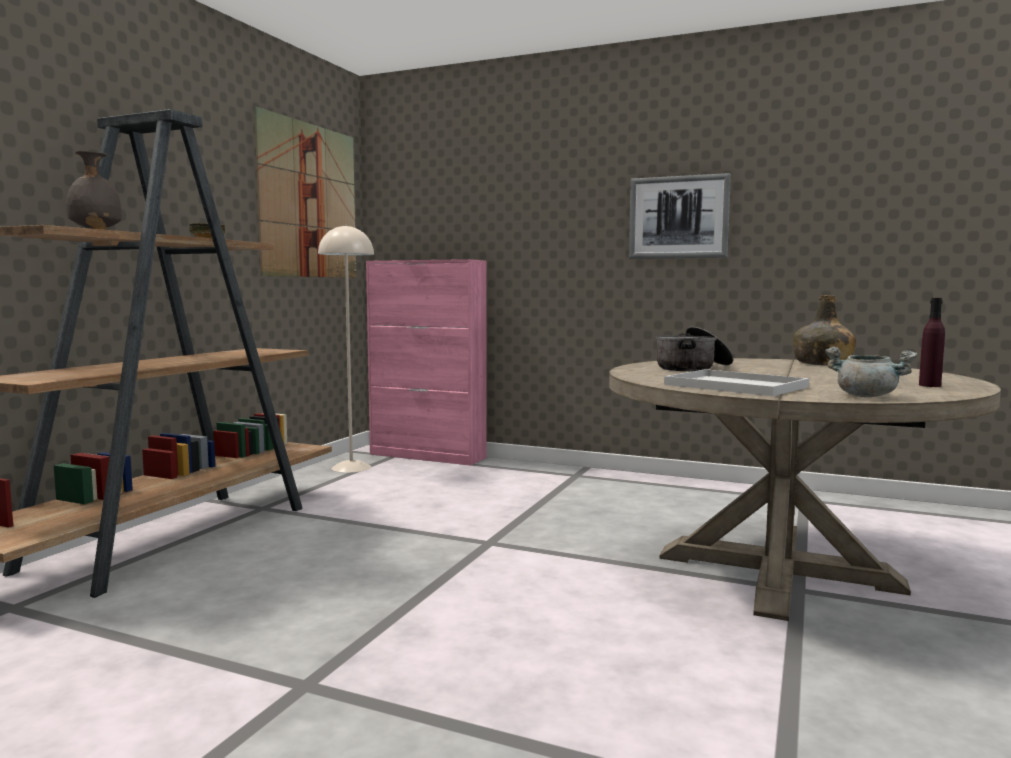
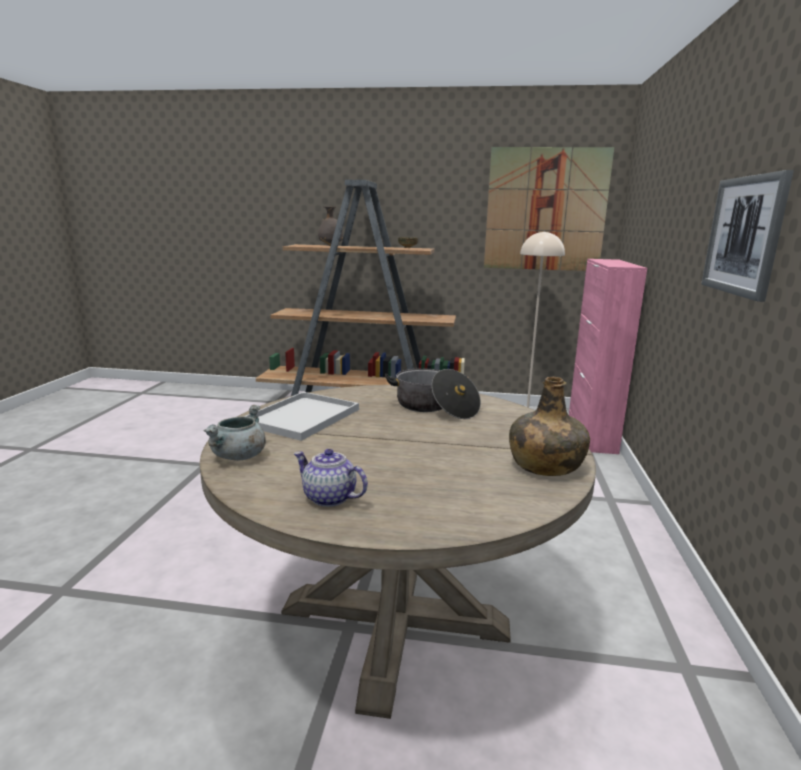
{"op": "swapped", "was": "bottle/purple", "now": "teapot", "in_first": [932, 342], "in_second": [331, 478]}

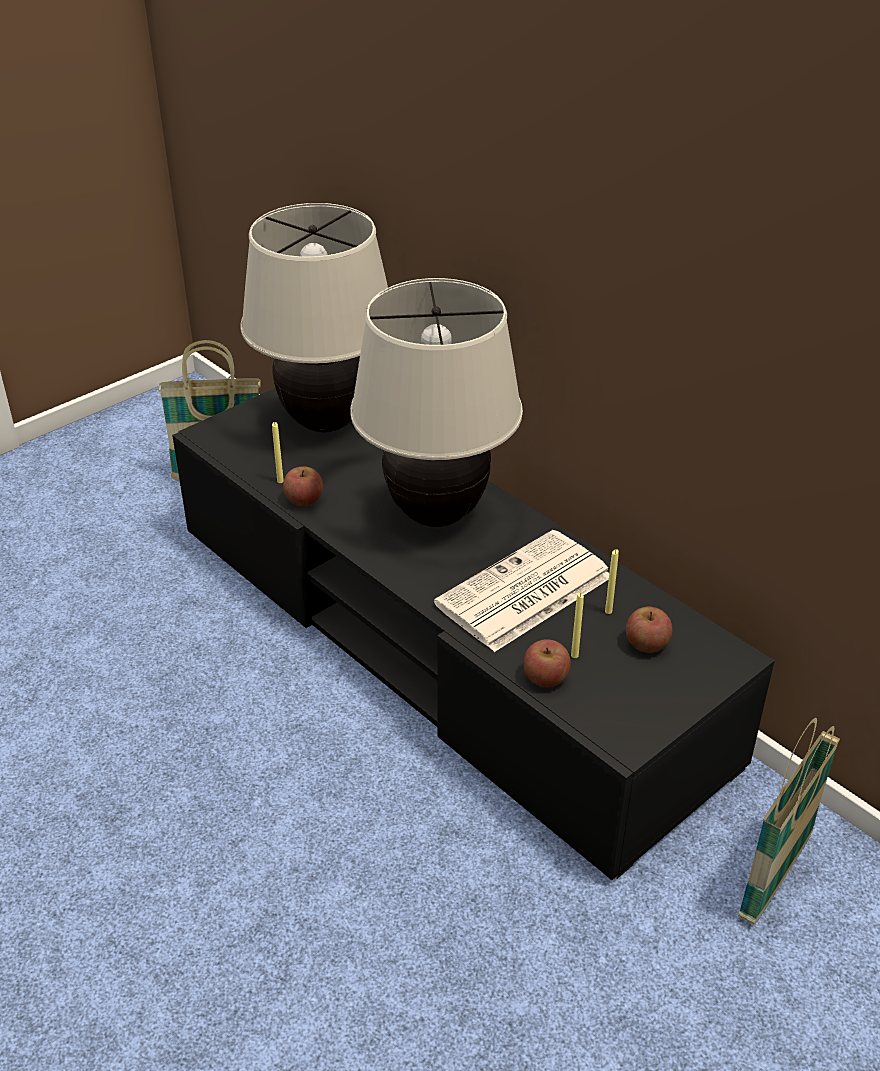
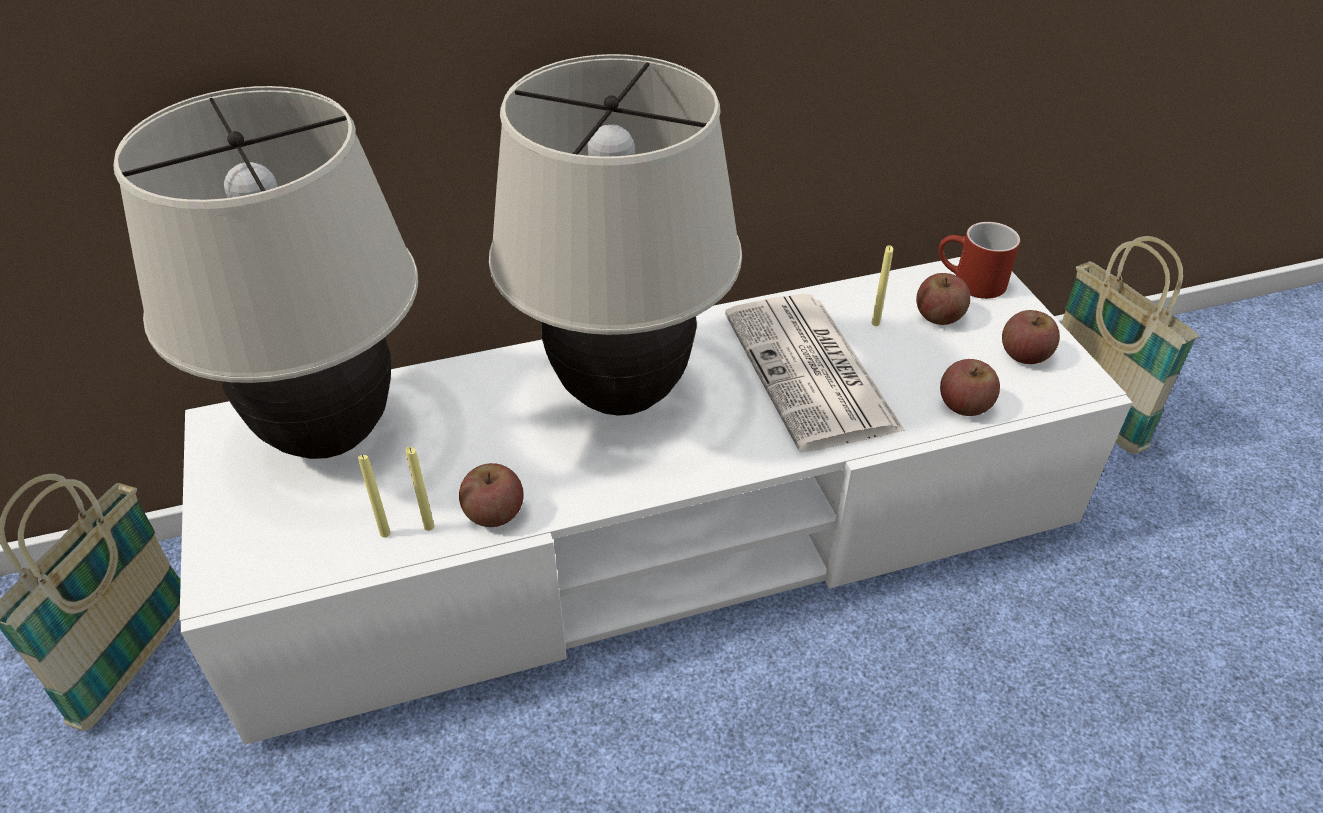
{"op": "repainted", "was": "tv stand/black", "now": "tv stand/white", "in_first": [473, 634], "in_second": [656, 501]}
{"op": "shifted", "was": "candle/yellow", "in_first": [577, 625], "in_second": [374, 495]}
{"op": "new", "now": "mug/red", "in_second": [979, 260]}
{"op": "new", "now": "apple", "in_second": [1031, 337]}

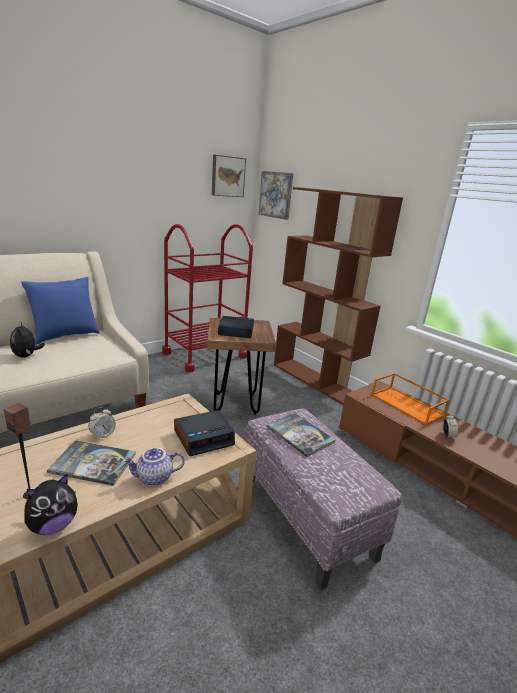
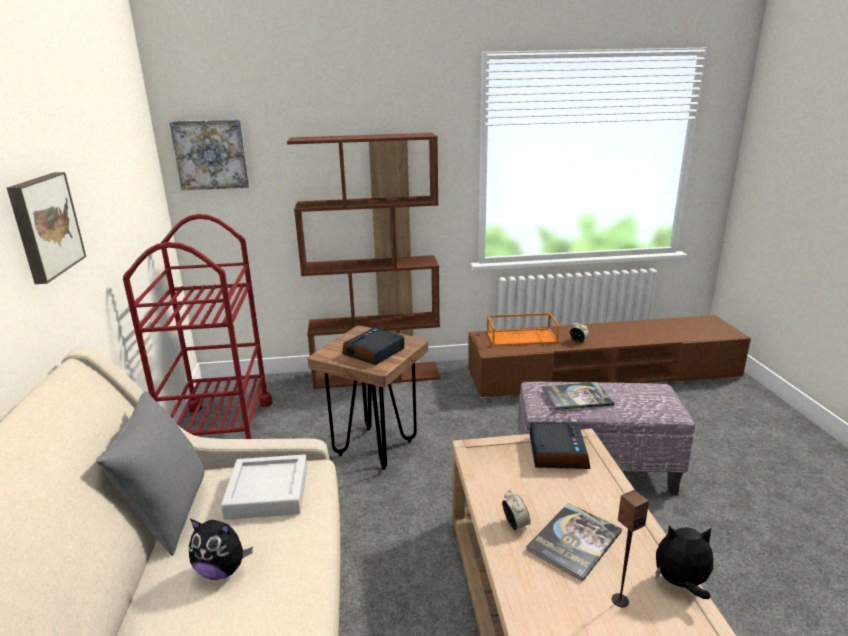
{"op": "shifted", "was": "picture", "in_first": [229, 176], "in_second": [46, 228]}
{"op": "repainted", "was": "pillow/blue", "now": "pillow/grey", "in_first": [60, 310], "in_second": [150, 473]}
{"op": "new", "now": "tray/grey", "in_second": [264, 487]}
{"op": "rotated", "was": "plush toy", "in_first": [51, 504], "in_second": [684, 562], "clockwise": -75}
{"op": "gone", "was": "teapot", "in_first": [154, 467]}

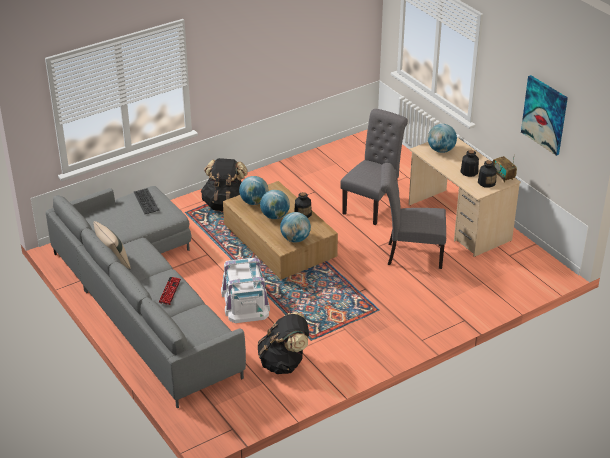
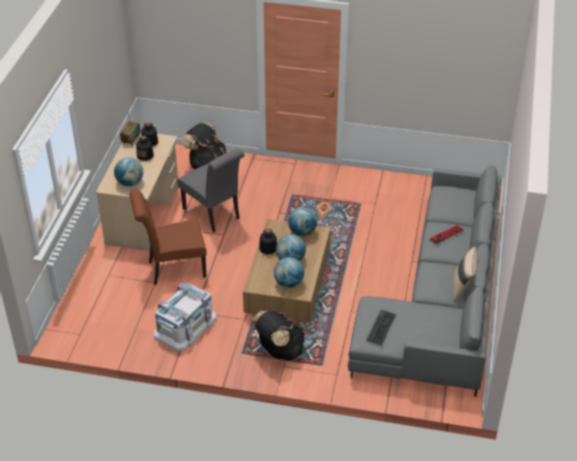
{"op": "repainted", "was": "chair/grey", "now": "chair/brown", "in_first": [374, 167], "in_second": [168, 237]}
{"op": "shifted", "was": "storage box/white", "in_first": [245, 290], "in_second": [185, 317]}
{"op": "shifted", "was": "backpack/black", "in_first": [283, 343], "in_second": [204, 145]}
{"op": "gone", "was": "picture", "in_first": [544, 115]}

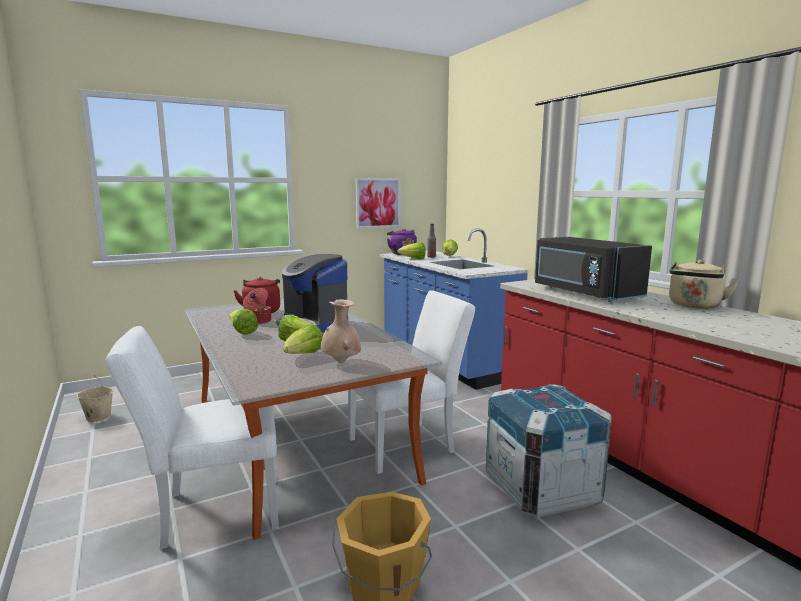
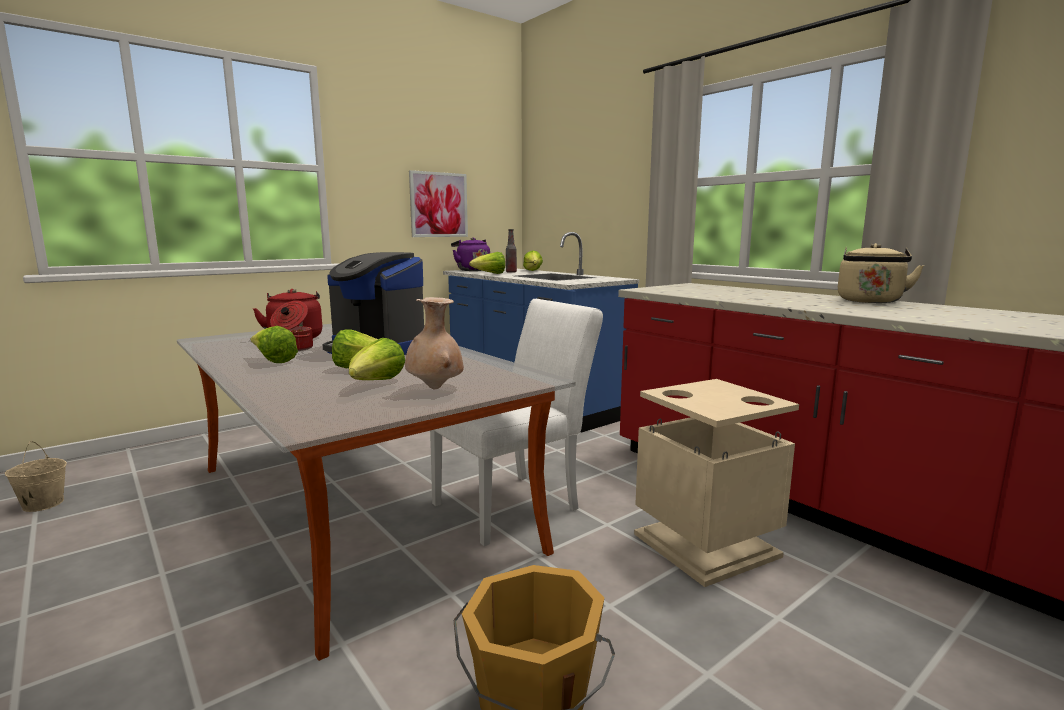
{"op": "swapped", "was": "crate", "now": "trash can/beige", "in_first": [549, 451], "in_second": [716, 483]}
{"op": "gone", "was": "chair/white", "in_first": [192, 437]}
{"op": "gone", "was": "microwave/black", "in_first": [593, 269]}

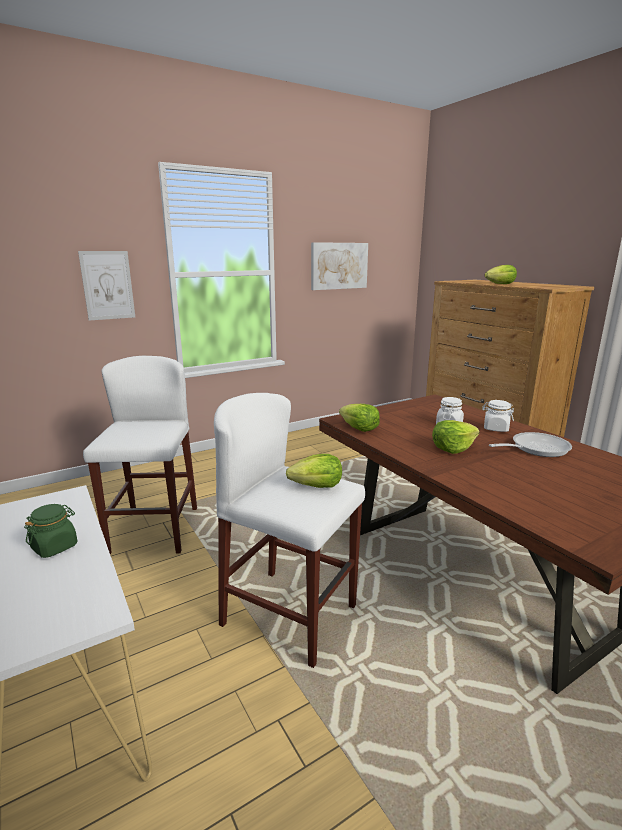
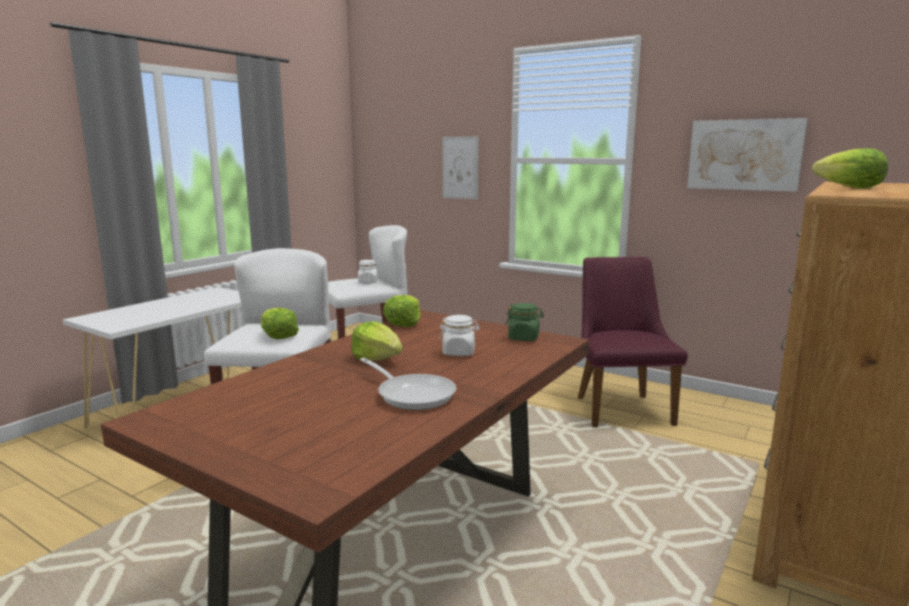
{"op": "shifted", "was": "jar/white", "in_first": [498, 416], "in_second": [368, 272]}
{"op": "shifted", "was": "jar/green", "in_first": [51, 531], "in_second": [524, 322]}
{"op": "new", "now": "chair/purple", "in_second": [633, 342]}

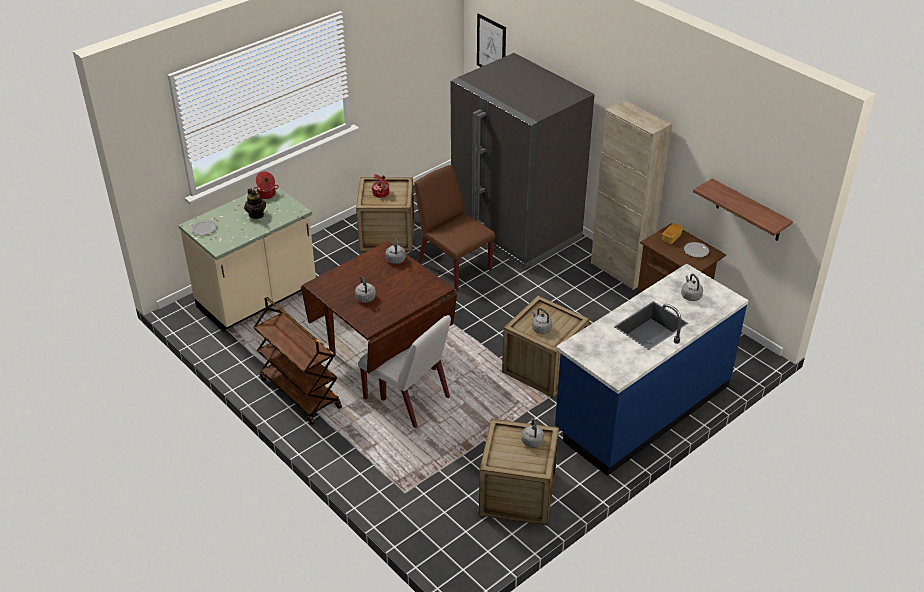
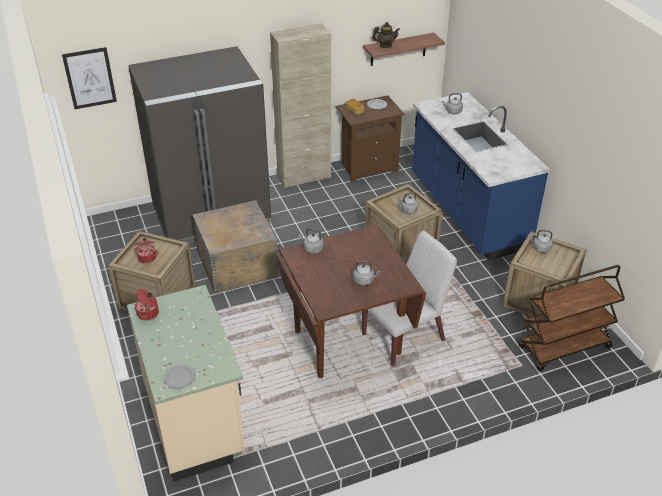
{"op": "swapped", "was": "chair/brown", "now": "crate", "in_first": [454, 227], "in_second": [236, 246]}
{"op": "shifted", "was": "teapot", "in_first": [255, 204], "in_second": [386, 35]}
{"op": "shifted", "was": "cart/brown", "in_first": [297, 361], "in_second": [571, 318]}

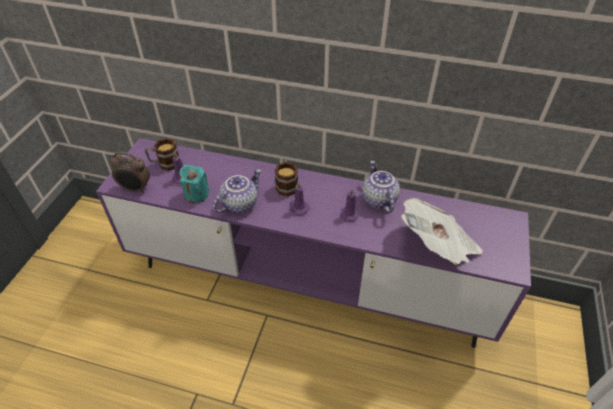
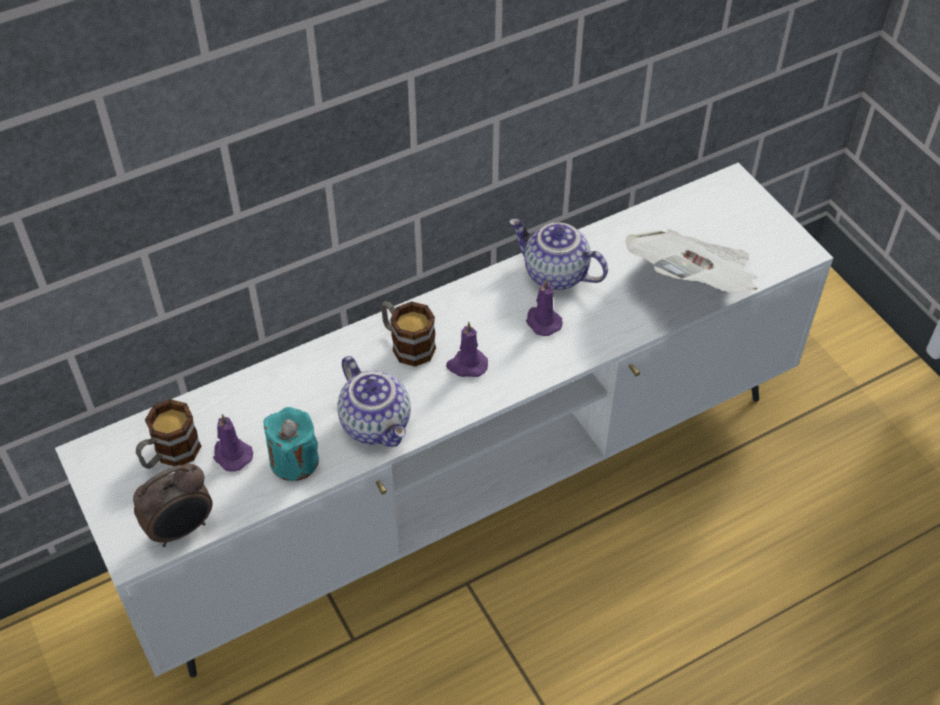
{"op": "repainted", "was": "tv stand/purple", "now": "tv stand/white", "in_first": [313, 243], "in_second": [444, 420]}
{"op": "rotated", "was": "teapot", "in_first": [237, 191], "in_second": [374, 401], "clockwise": 150}

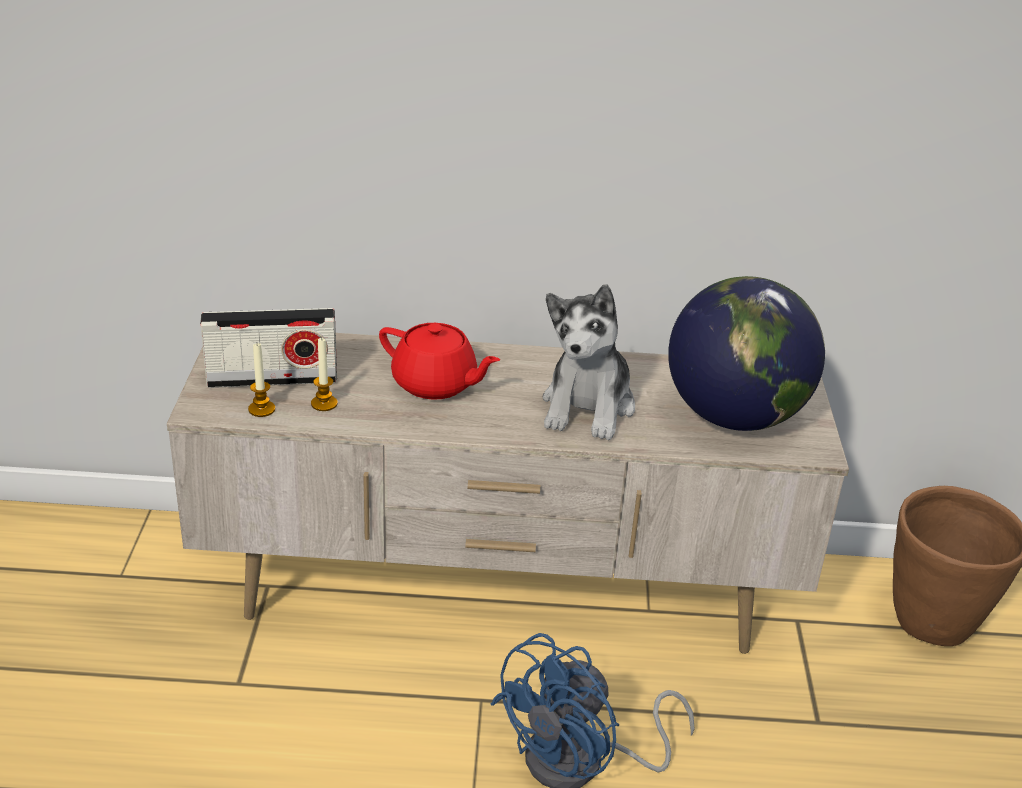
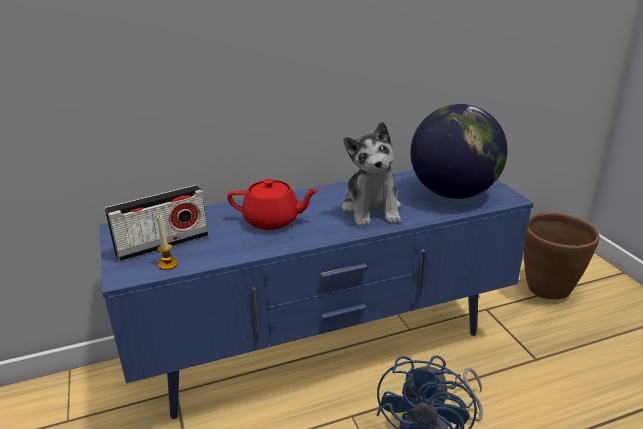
{"op": "repainted", "was": "tv stand/beige", "now": "tv stand/blue", "in_first": [508, 493], "in_second": [317, 294]}
{"op": "gone", "was": "candle", "in_first": [324, 374]}

